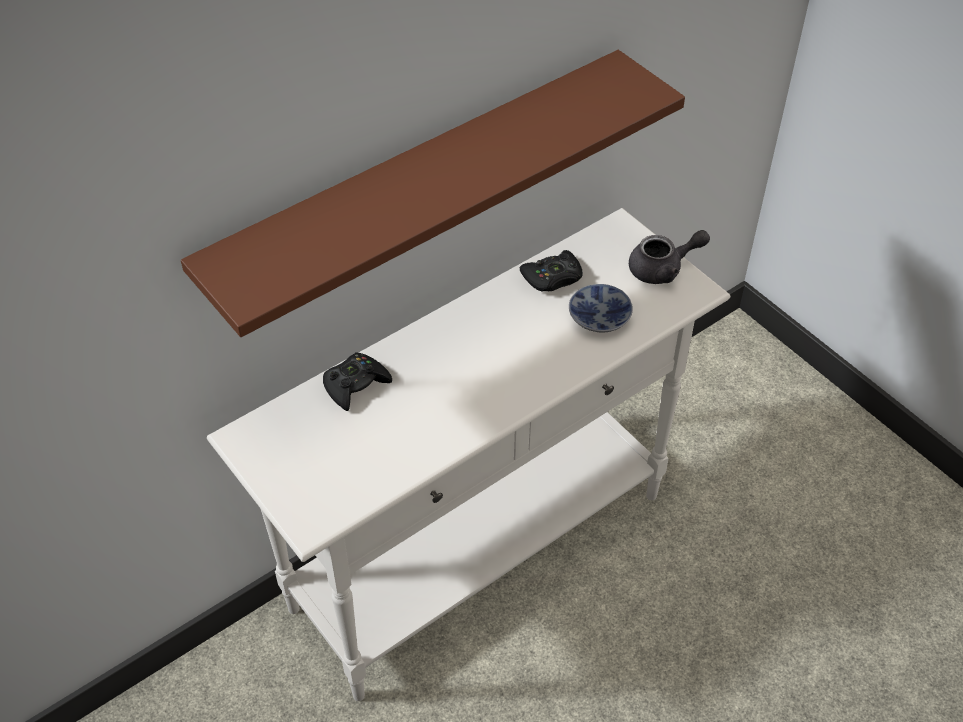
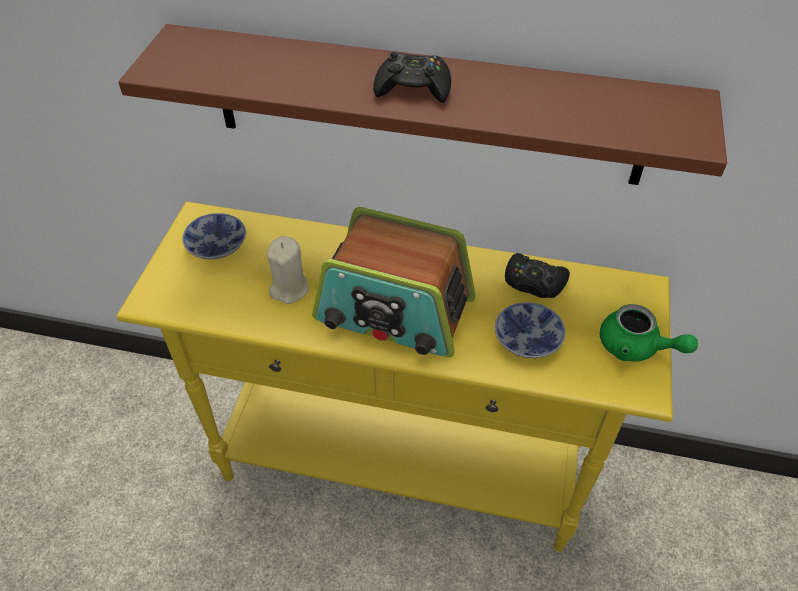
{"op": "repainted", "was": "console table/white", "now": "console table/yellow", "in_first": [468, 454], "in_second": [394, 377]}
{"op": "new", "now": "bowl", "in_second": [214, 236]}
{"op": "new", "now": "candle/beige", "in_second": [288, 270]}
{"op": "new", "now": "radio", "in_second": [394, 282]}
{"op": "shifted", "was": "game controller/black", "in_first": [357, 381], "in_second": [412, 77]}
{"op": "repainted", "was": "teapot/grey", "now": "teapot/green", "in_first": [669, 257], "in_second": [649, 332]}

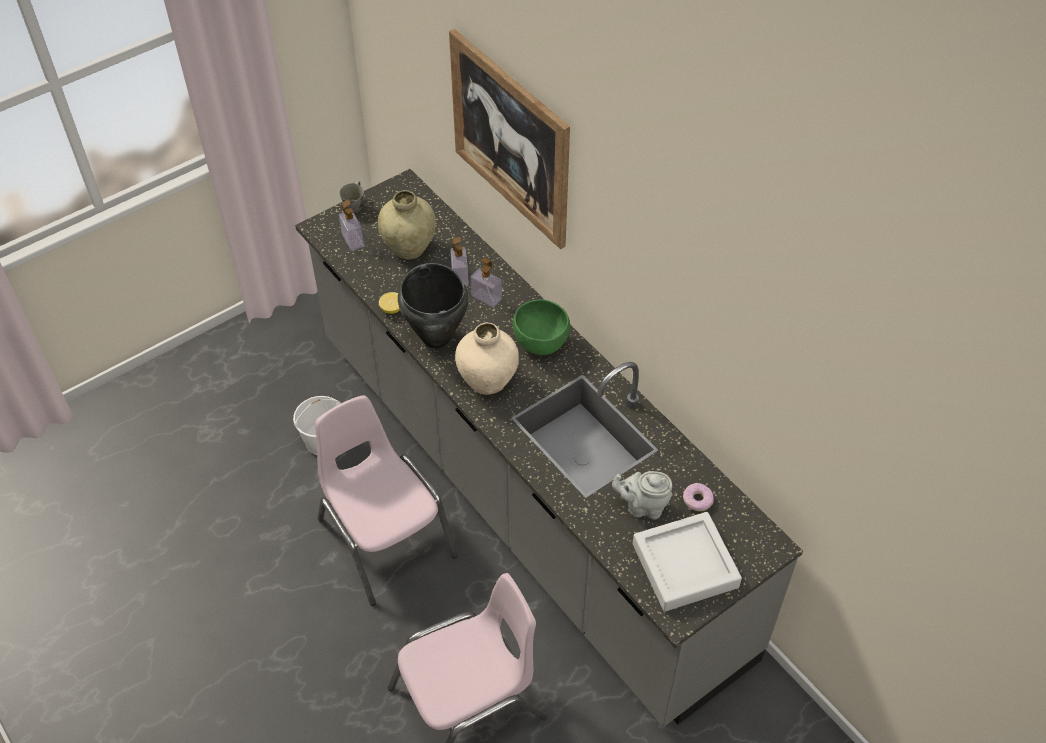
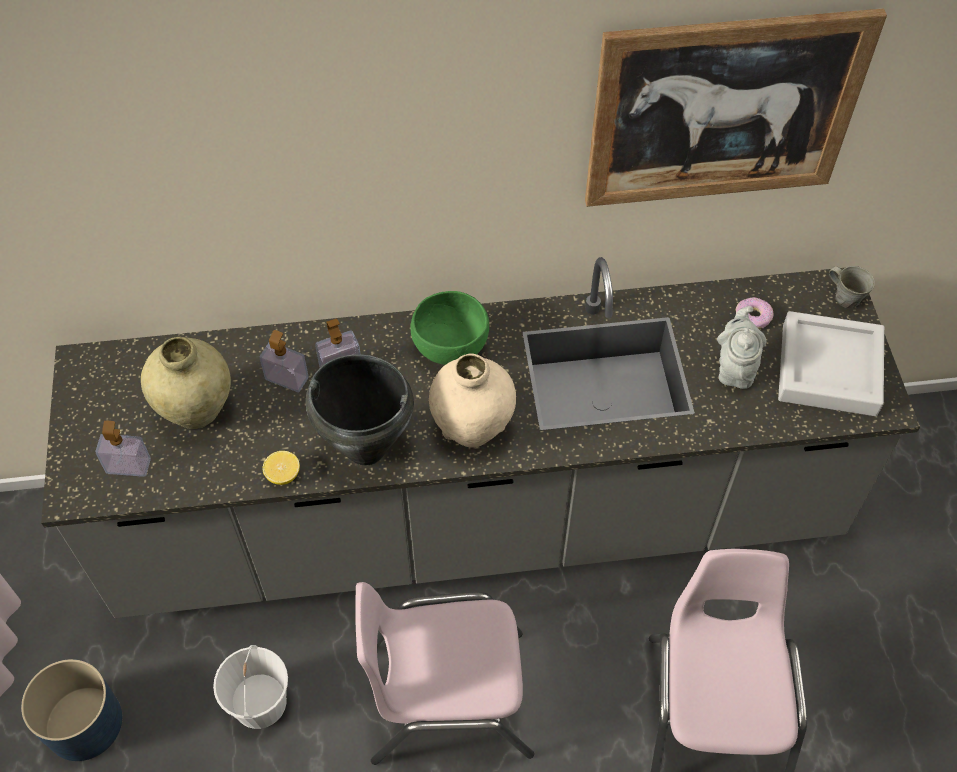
{"op": "new", "now": "planter/blue", "in_second": [71, 710]}
{"op": "shifted", "was": "picture", "in_first": [509, 139], "in_second": [736, 107]}
{"op": "rotated", "was": "teapot/grey", "in_first": [642, 495], "in_second": [742, 347], "clockwise": 150}
{"op": "shifted", "was": "mug/grey", "in_first": [351, 197], "in_second": [852, 287]}

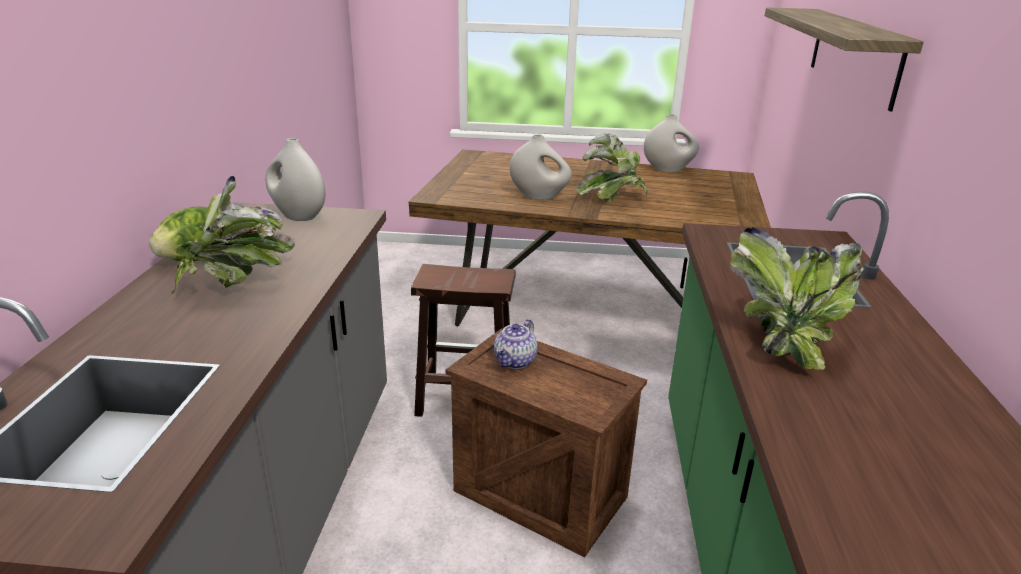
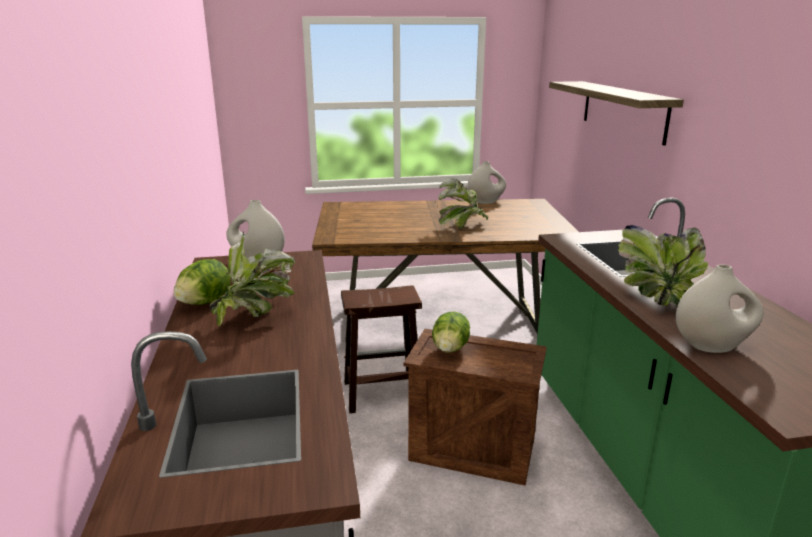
{"op": "swapped", "was": "teapot", "now": "lettuce", "in_first": [515, 344], "in_second": [451, 332]}
{"op": "shifted", "was": "vase/white", "in_first": [541, 167], "in_second": [720, 309]}

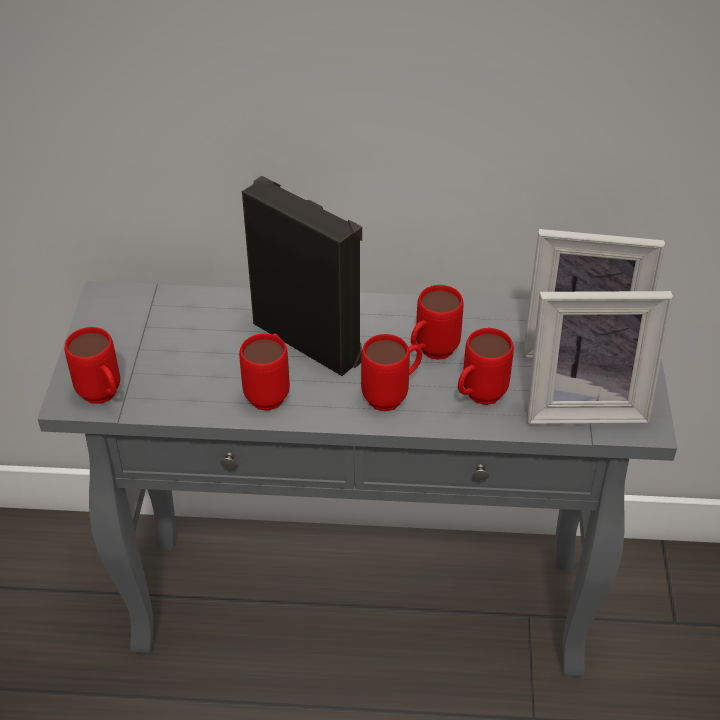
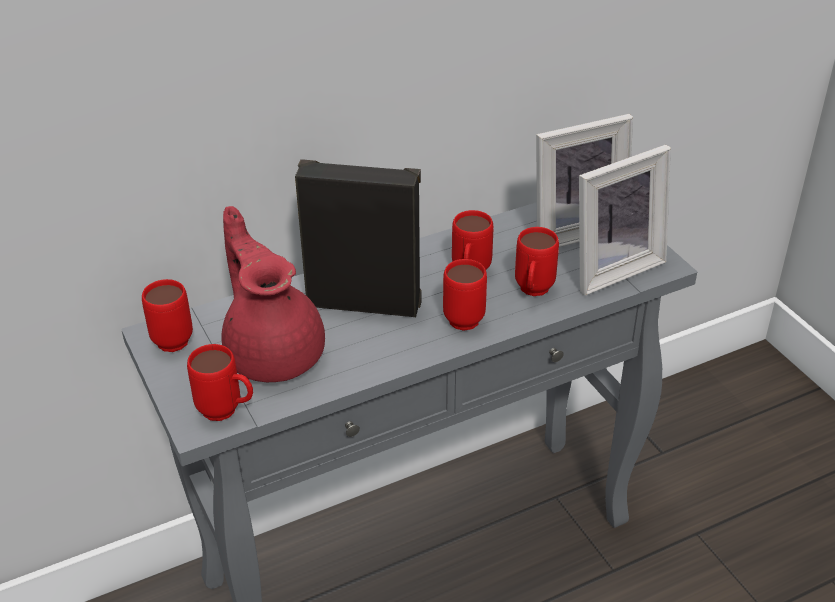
{"op": "shifted", "was": "mug/red", "in_first": [264, 372], "in_second": [167, 315]}
{"op": "new", "now": "teapot/red", "in_second": [273, 294]}

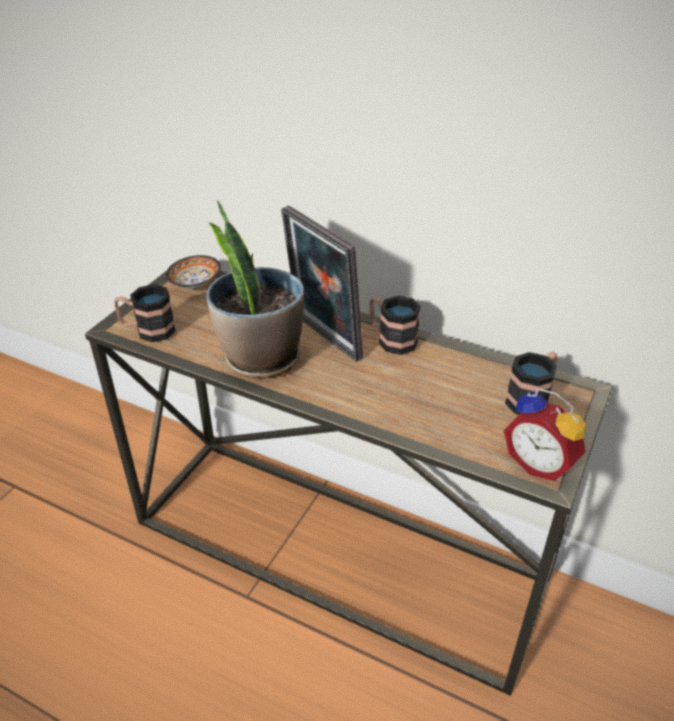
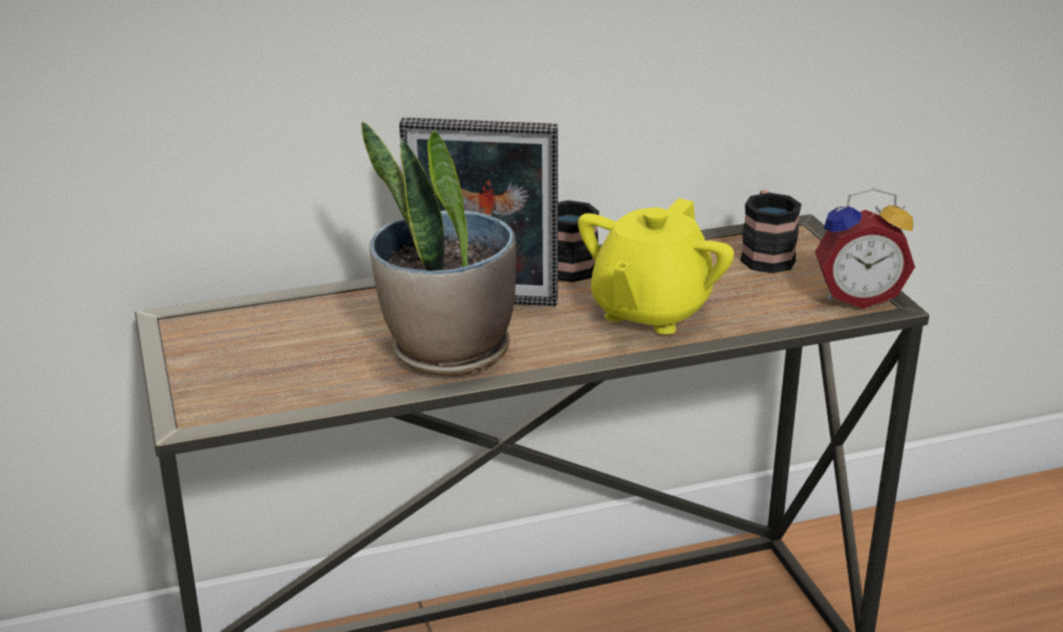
{"op": "new", "now": "teapot/yellow", "in_second": [656, 266]}
{"op": "gone", "was": "mug", "in_first": [145, 313]}
{"op": "gone", "was": "bowl", "in_first": [193, 272]}

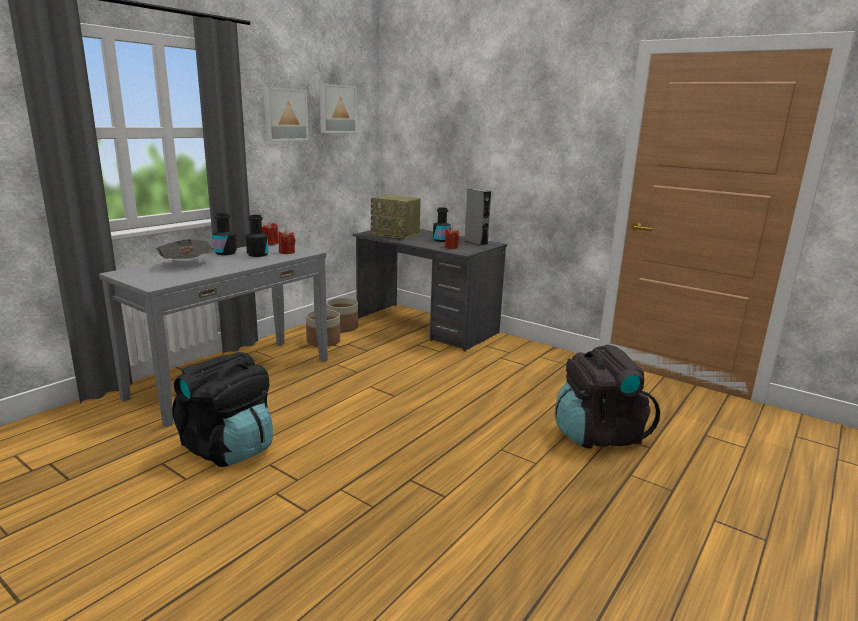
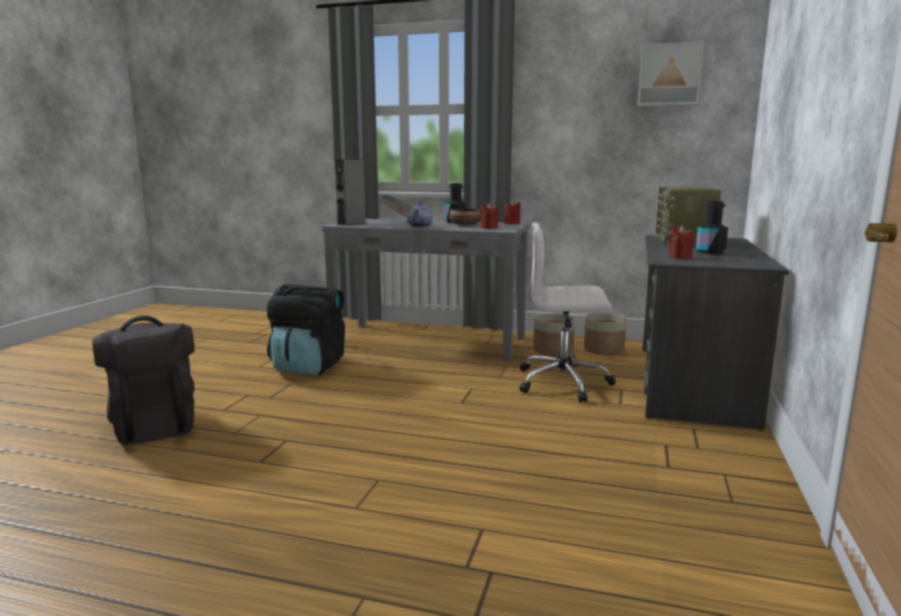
{"op": "shifted", "was": "backpack/black", "in_first": [607, 396], "in_second": [143, 380]}
{"op": "shifted", "was": "speaker/grey", "in_first": [478, 217], "in_second": [350, 192]}
{"op": "new", "now": "teapot", "in_second": [420, 215]}
{"op": "swapped", "was": "bottle/black", "now": "bowl", "in_first": [257, 236], "in_second": [465, 217]}
{"op": "new", "now": "office chair/white", "in_second": [568, 313]}
{"op": "gone", "was": "picture", "in_first": [286, 114]}

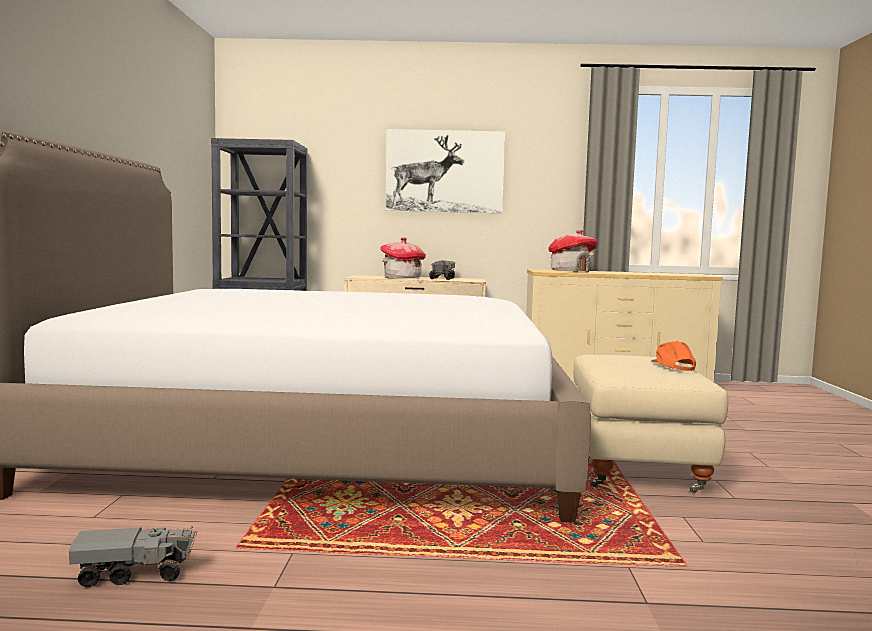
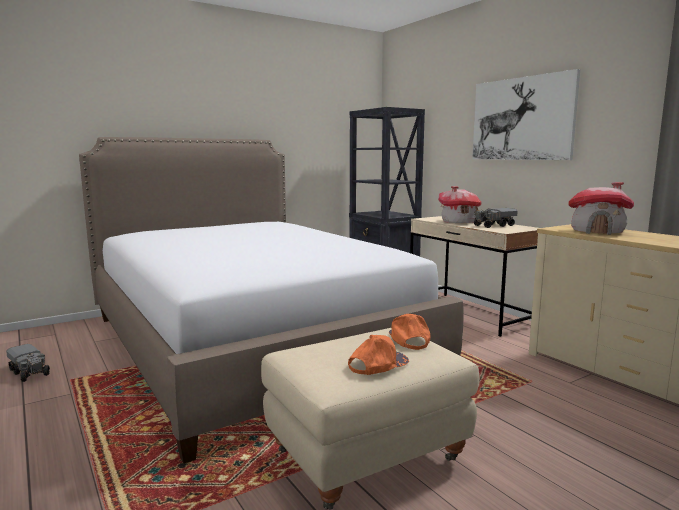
{"op": "new", "now": "cap/orange", "in_second": [409, 332]}

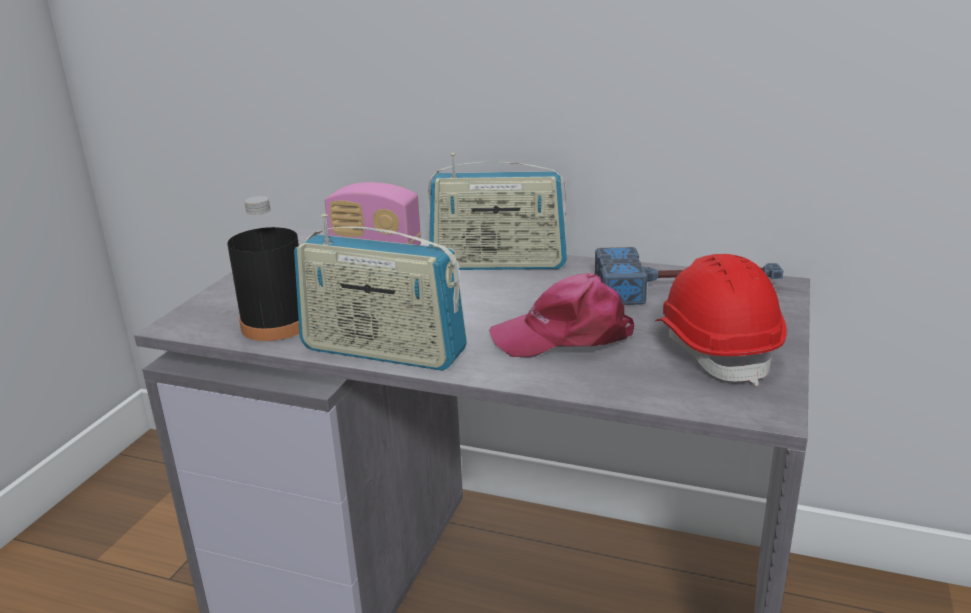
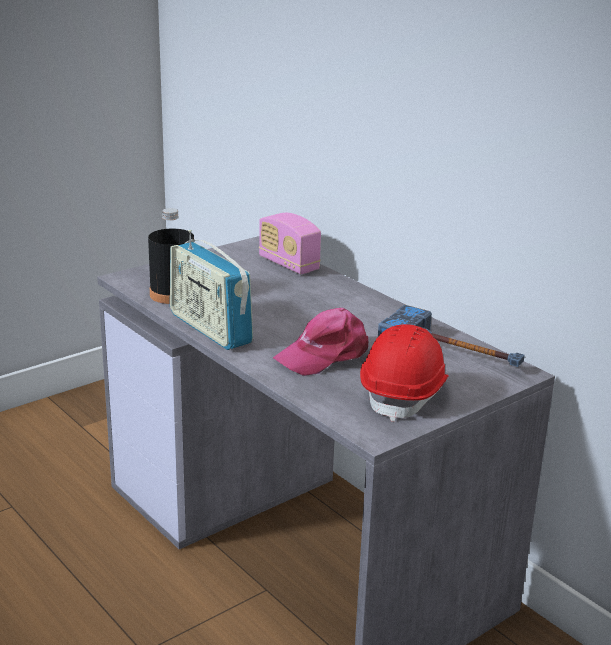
{"op": "rotated", "was": "cap/pink", "in_first": [561, 315], "in_second": [321, 342], "clockwise": -60}
{"op": "gone", "was": "radio", "in_first": [497, 211]}

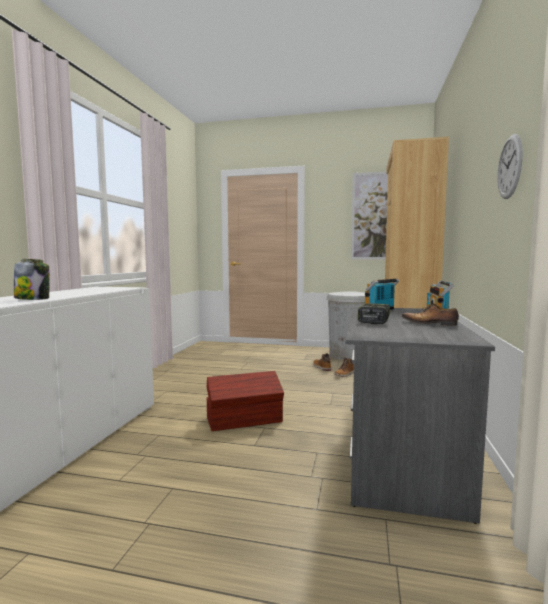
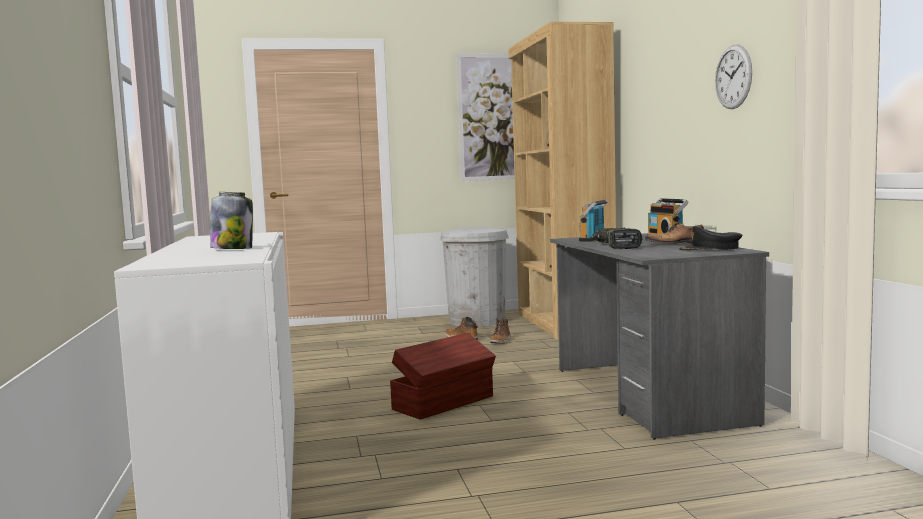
{"op": "new", "now": "cap/black", "in_second": [710, 238]}

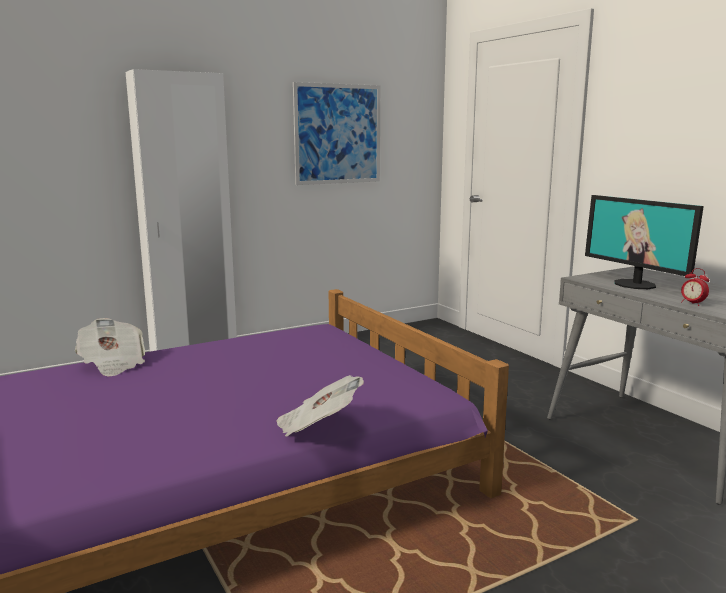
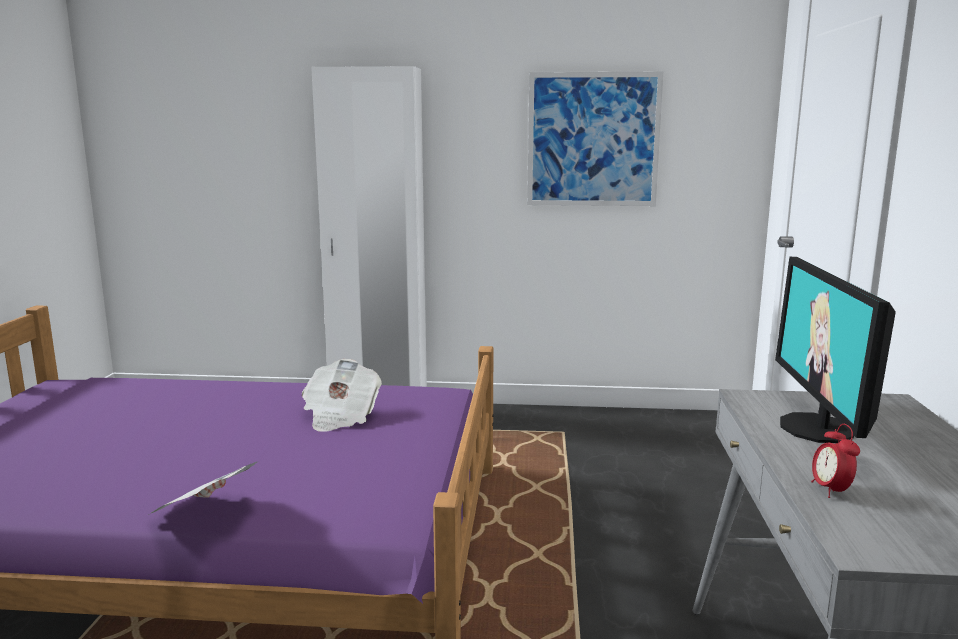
{"op": "shifted", "was": "newspaper", "in_first": [110, 347], "in_second": [342, 395]}

